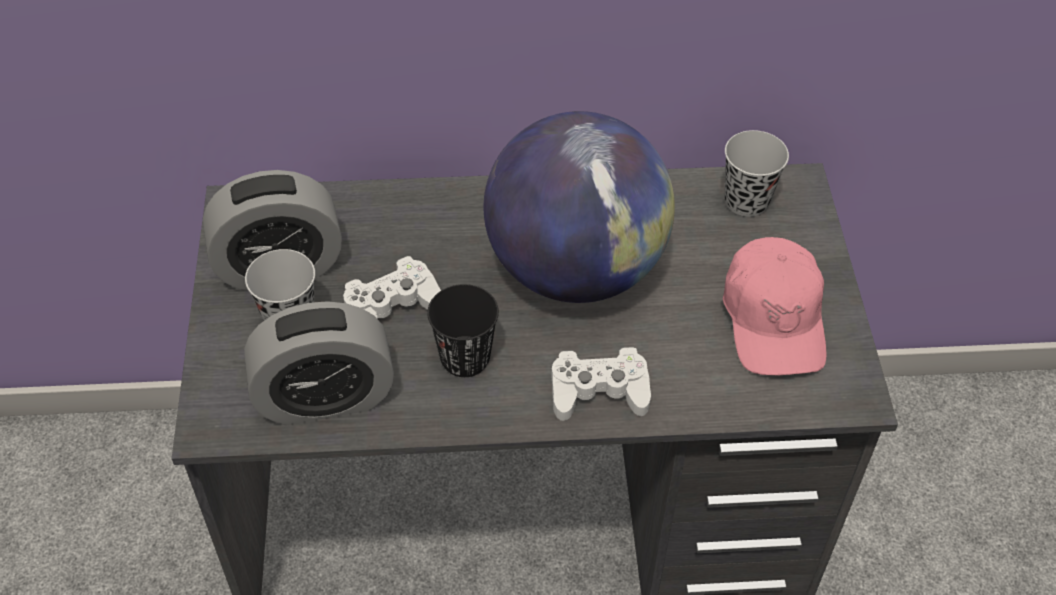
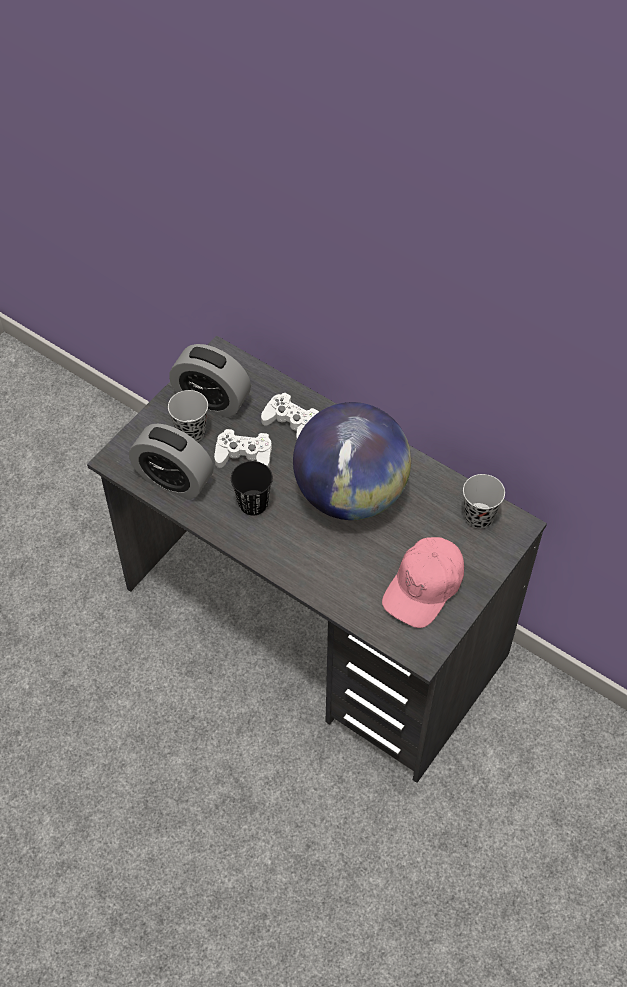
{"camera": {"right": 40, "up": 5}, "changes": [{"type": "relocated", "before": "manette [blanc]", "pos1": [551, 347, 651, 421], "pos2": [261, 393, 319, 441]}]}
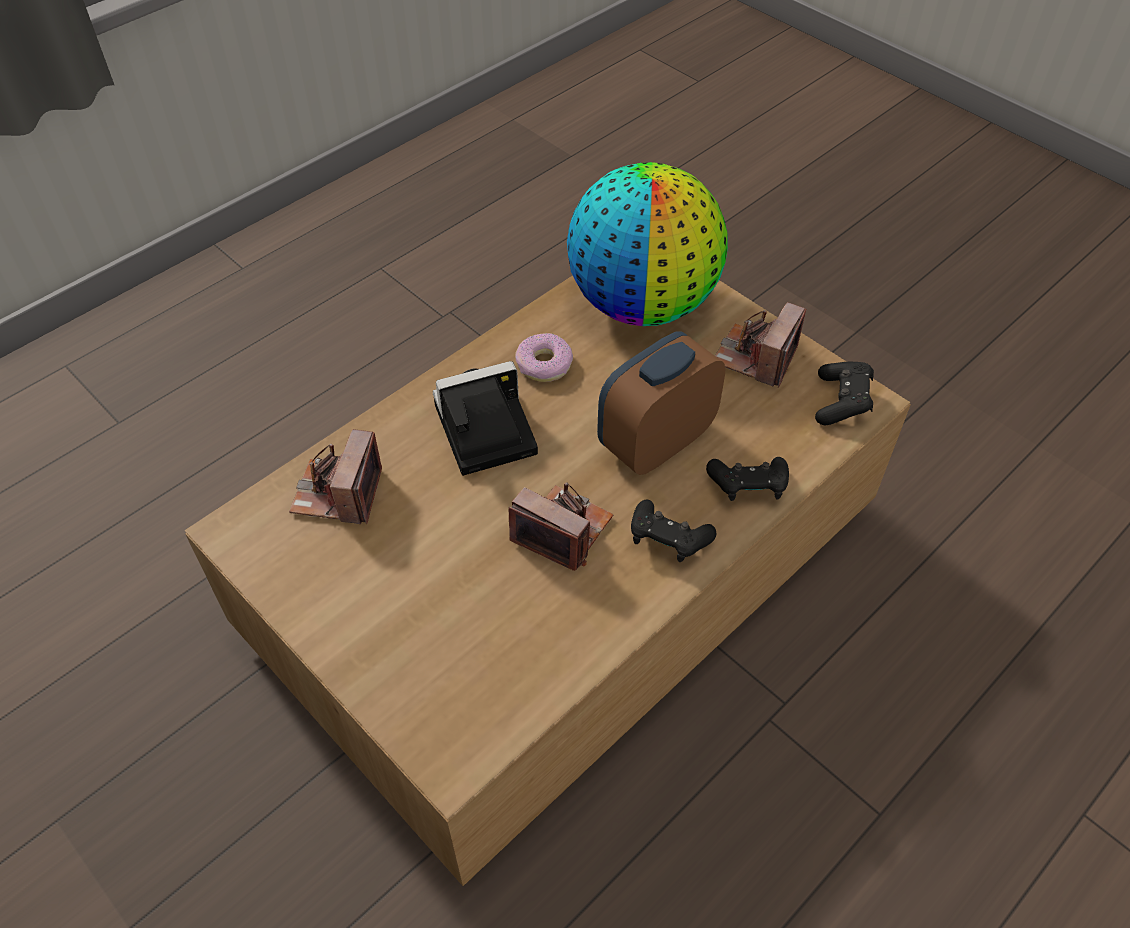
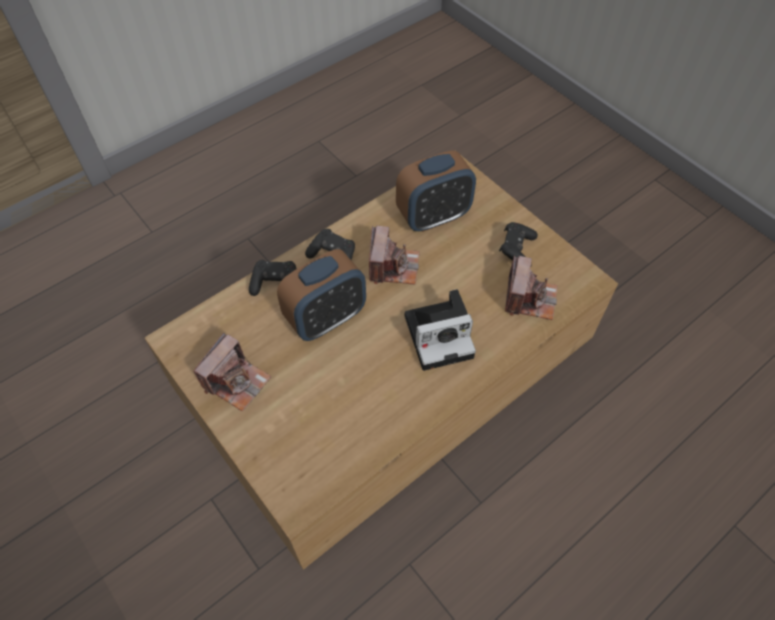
{"camera": {"right": -175, "up": 5}, "changes": [{"type": "spun", "before": "appareil photo", "pos1": [508, 482, 614, 571], "pos2": [369, 226, 420, 285], "turn": -120}, {"type": "missing", "before": "beignet", "pos1": [515, 333, 573, 382]}, {"type": "missing", "before": "globe", "pos1": [567, 162, 728, 326]}, {"type": "relocated", "before": "manette [noir]", "pos1": [815, 362, 874, 425], "pos2": [499, 222, 538, 268]}, {"type": "appeared", "after": "réveil", "pos2": [396, 150, 476, 232]}]}
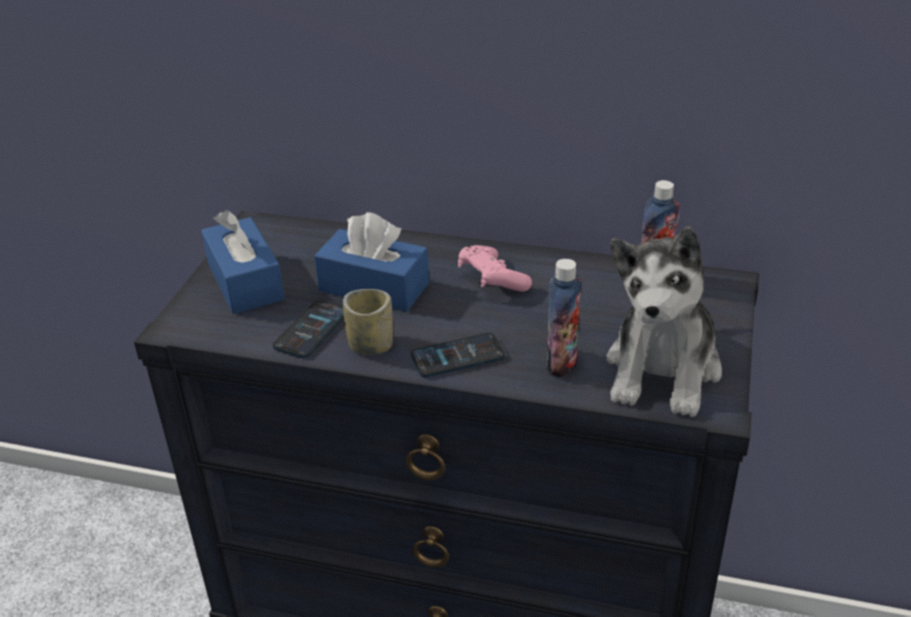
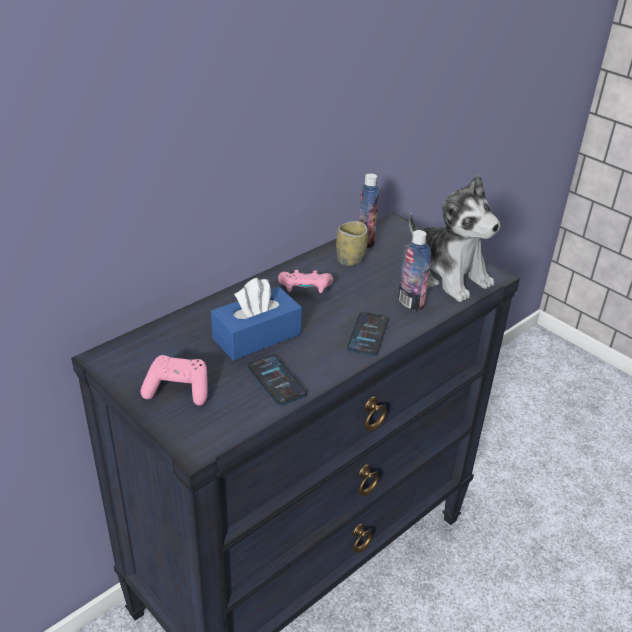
{"camera": {"right": -60, "up": 0}, "changes": [{"type": "exchanged", "before": "boîte à mouchoirs [bleu]", "after": "manette [rose]", "pos1": [201, 210, 285, 314], "pos2": [141, 355, 208, 406]}, {"type": "relocated", "before": "tasse", "pos1": [343, 289, 393, 354], "pos2": [336, 221, 368, 266]}]}
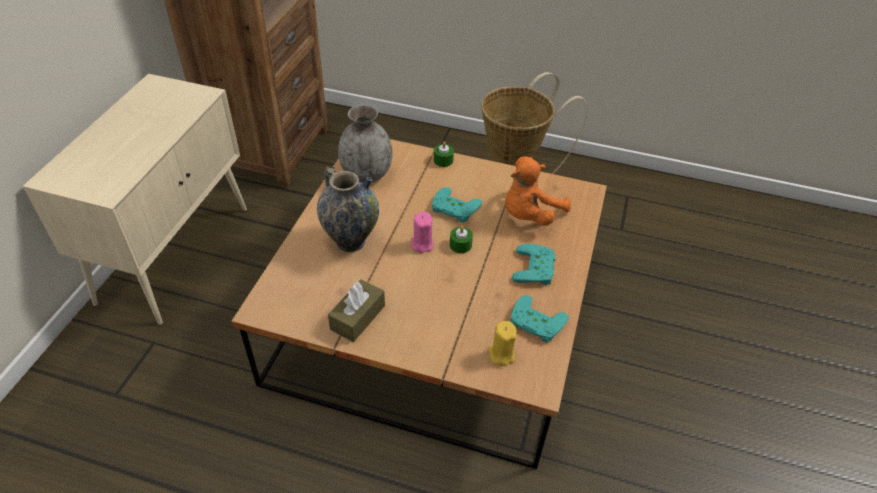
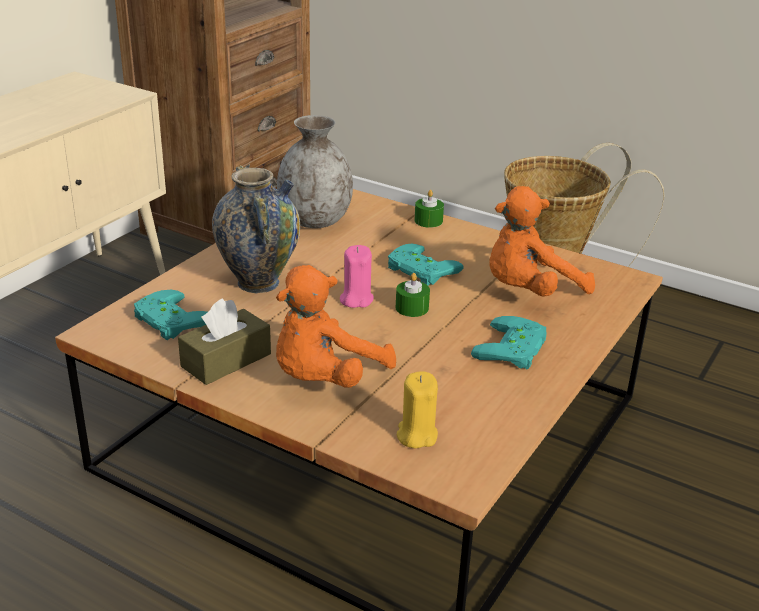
{"camera": {"right": 15, "up": -15}, "changes": [{"type": "relocated", "before": "manette [turquoise]", "pos1": [510, 295, 569, 343], "pos2": [134, 290, 207, 340]}, {"type": "appeared", "after": "peluche [orange]", "pos2": [276, 265, 396, 388]}]}
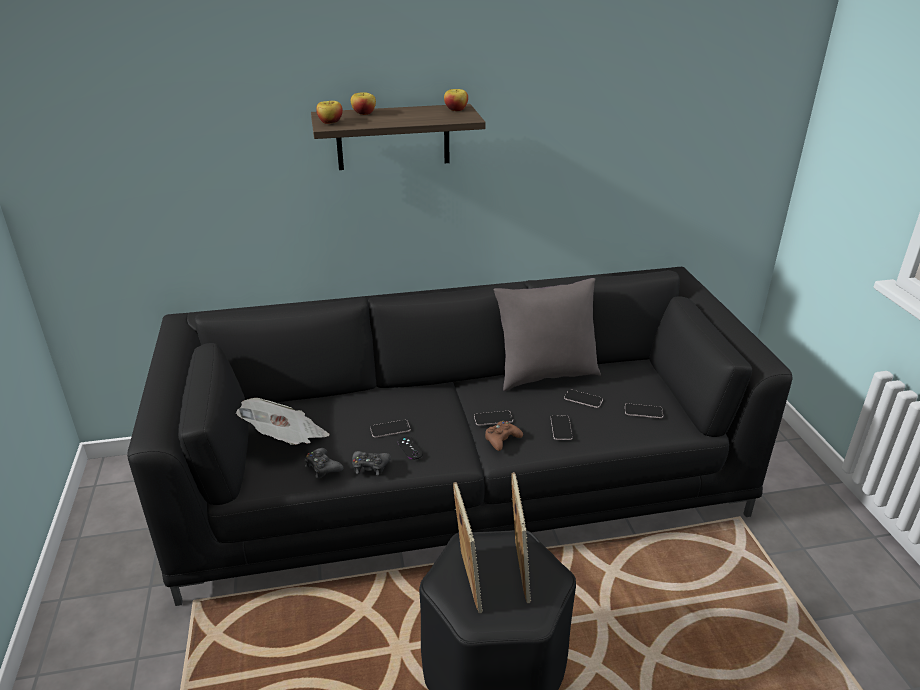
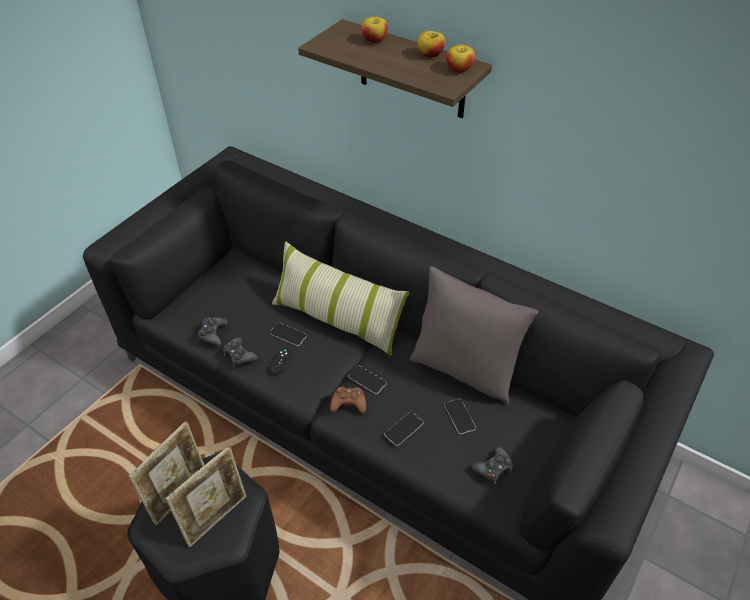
{"camera": {"right": 45, "up": 15}, "changes": [{"type": "missing", "before": "journal", "pos1": [236, 398, 329, 445]}, {"type": "relocated", "before": "pomme", "pos1": [316, 101, 343, 124], "pos2": [417, 31, 445, 57]}, {"type": "exchanged", "before": "téléphone", "after": "manette [noir]", "pos1": [625, 403, 663, 418], "pos2": [472, 447, 513, 484]}, {"type": "appeared", "after": "coussin", "pos2": [272, 242, 409, 356]}]}
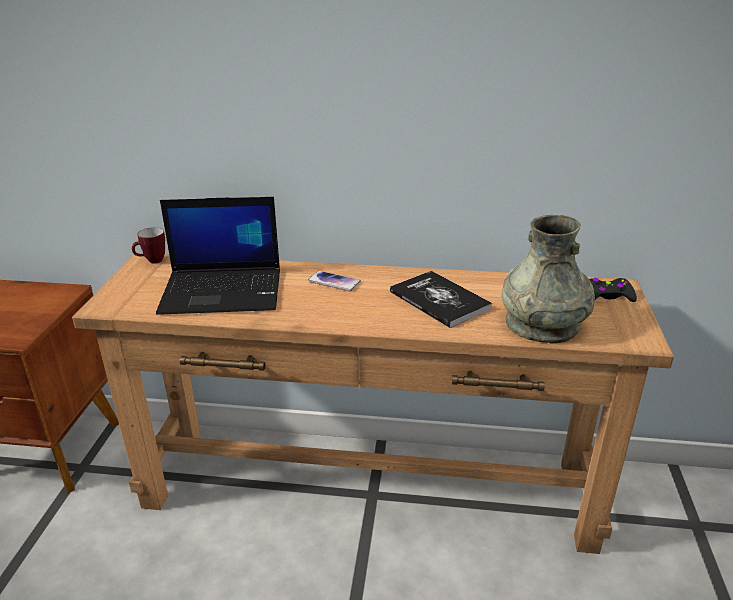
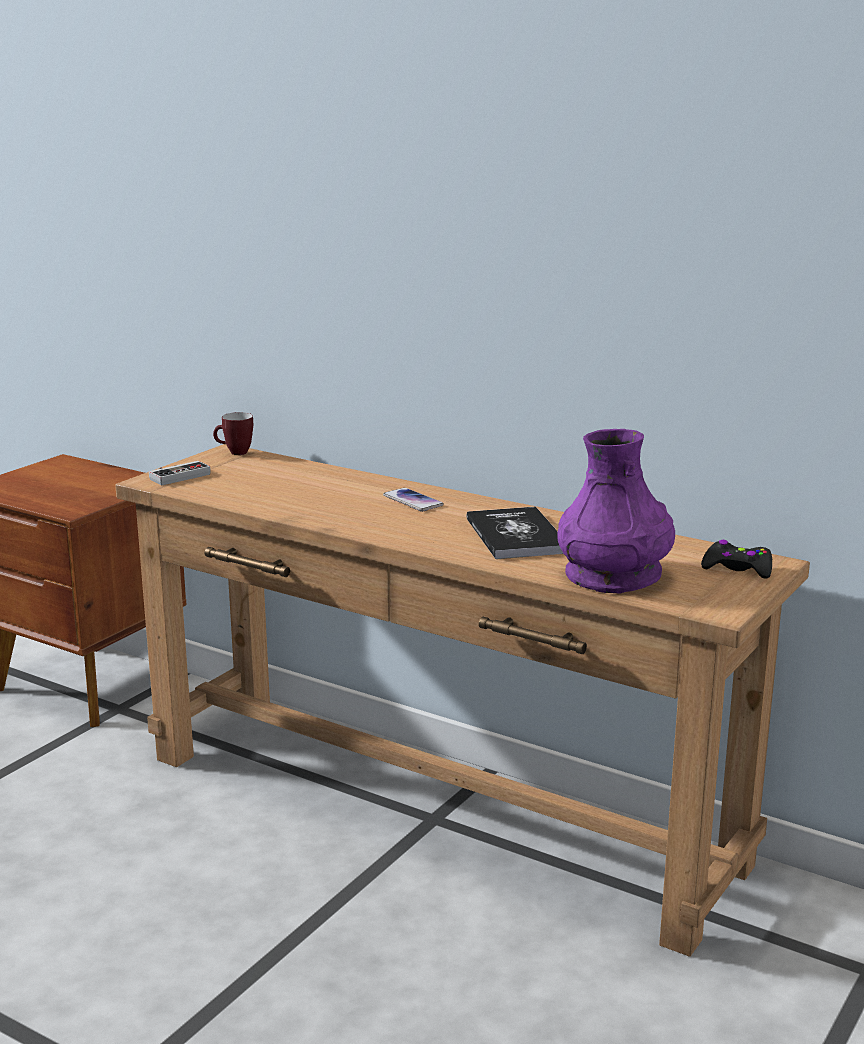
{"camera": {"right": 25, "up": -10}, "changes": [{"type": "missing", "before": "ordinateur portable", "pos1": [156, 197, 280, 315]}, {"type": "colour", "before": "vase [gris]", "after": "vase [violet]", "pos1": [502, 215, 595, 343], "pos2": [557, 429, 675, 594]}, {"type": "appeared", "after": "manette", "pos2": [149, 461, 211, 485]}]}
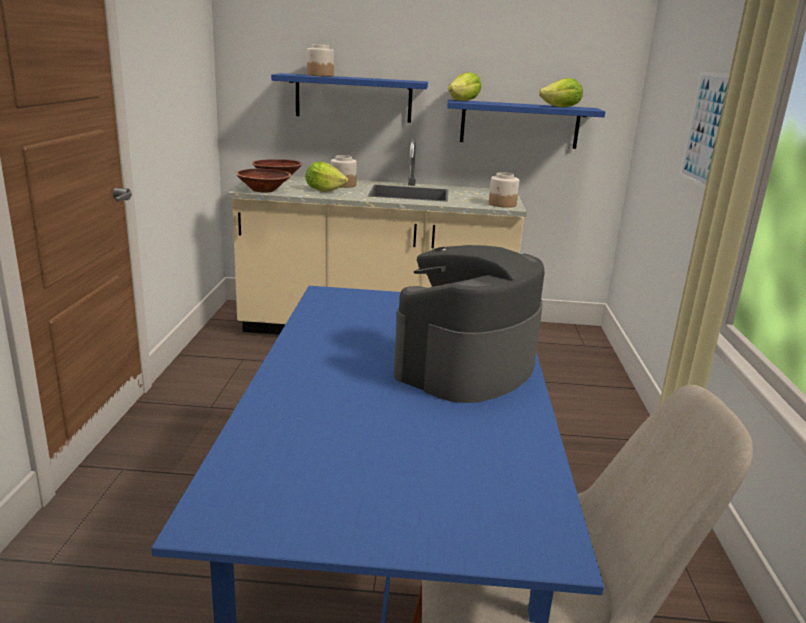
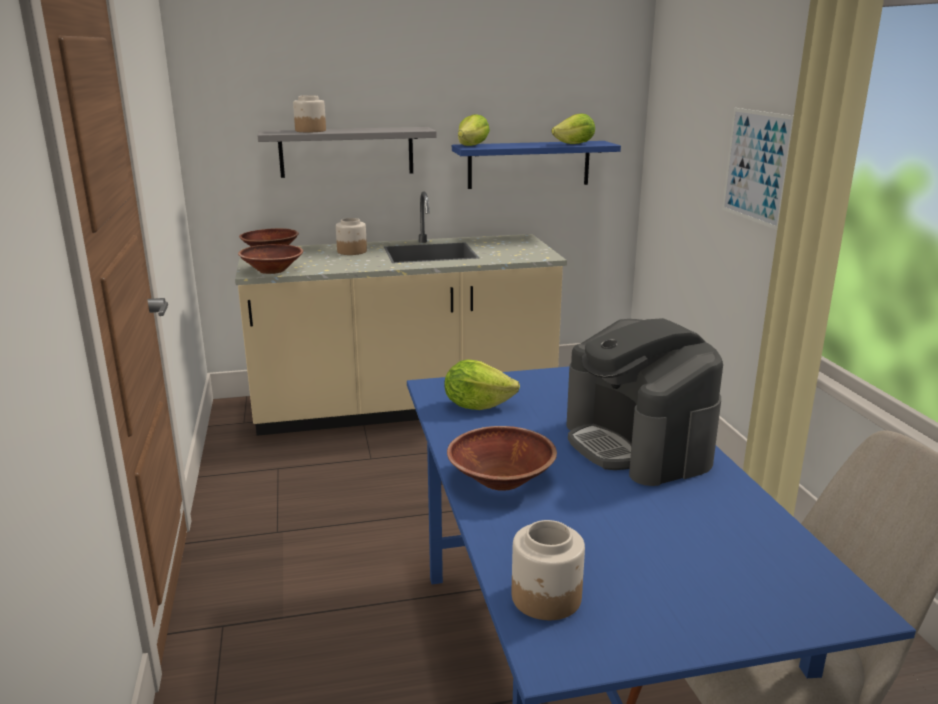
{"camera": {"right": -15, "up": 0}, "changes": [{"type": "colour", "before": "étagère [bleu]", "after": "étagère [gris]", "pos1": [271, 73, 428, 123], "pos2": [258, 127, 437, 178]}, {"type": "relocated", "before": "laitue", "pos1": [305, 162, 348, 192], "pos2": [445, 359, 520, 410]}, {"type": "spun", "before": "machine à café", "pos1": [394, 245, 545, 403], "pos2": [566, 318, 723, 486], "turn": -45}, {"type": "relocated", "before": "bocal", "pos1": [489, 172, 519, 208], "pos2": [512, 520, 585, 620]}, {"type": "appeared", "after": "bol [marron]", "pos2": [447, 426, 557, 491]}]}
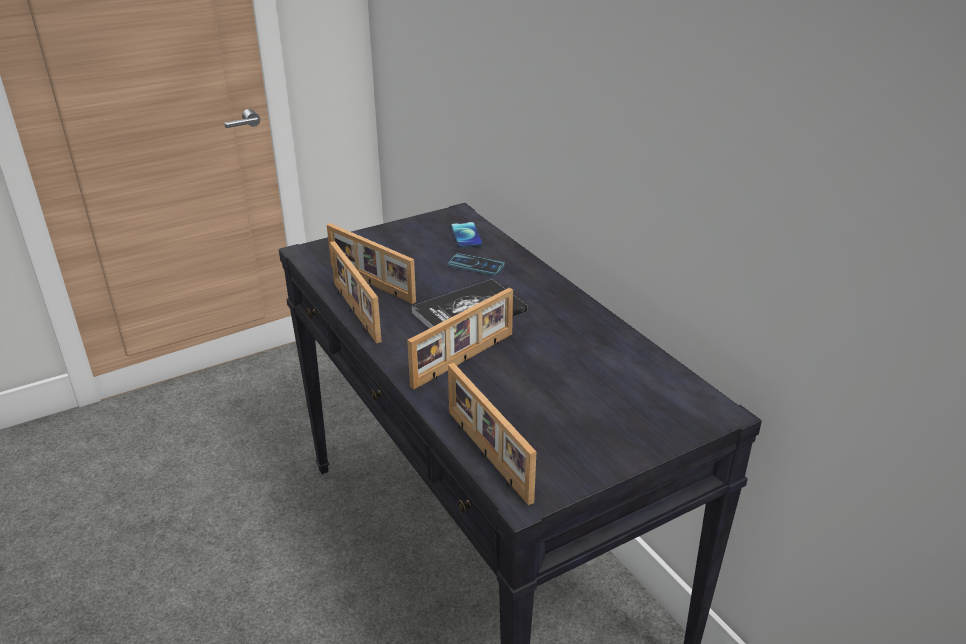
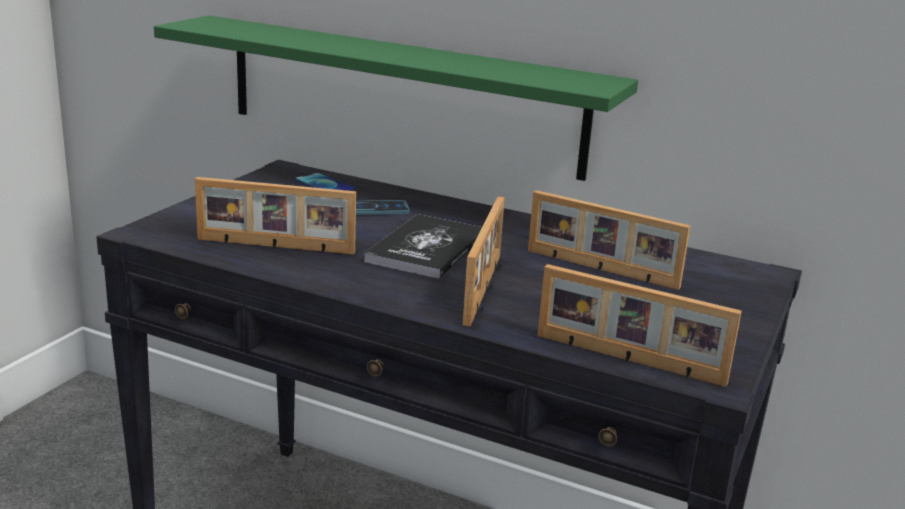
{"camera": {"right": -35, "up": -10}, "changes": [{"type": "relocated", "before": "cadre photo", "pos1": [330, 241, 382, 343], "pos2": [528, 190, 690, 290]}, {"type": "appeared", "after": "étagère [vert]", "pos2": [154, 15, 638, 181]}]}
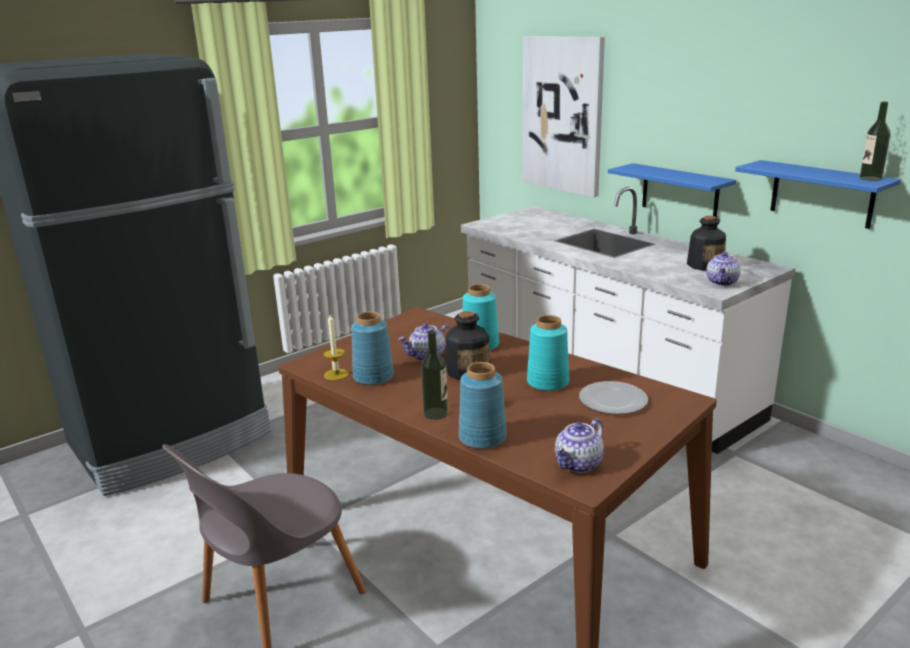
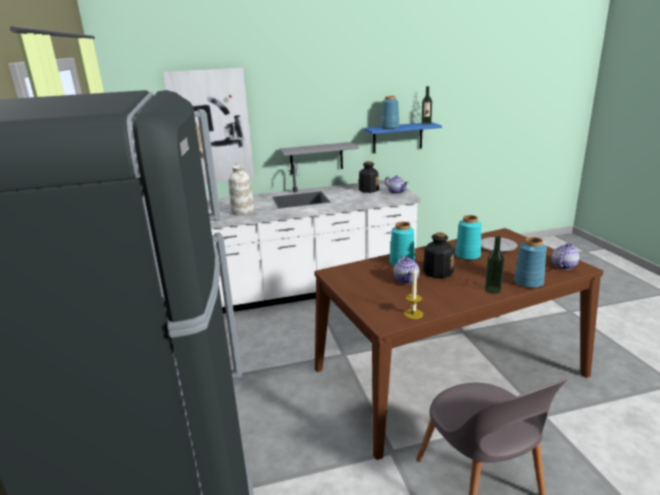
{"camera": {"right": -65, "up": 0}, "changes": [{"type": "relocated", "before": "vase [bleu]", "pos1": [351, 311, 394, 385], "pos2": [381, 96, 399, 129]}, {"type": "spun", "before": "théière", "pos1": [554, 418, 604, 473], "pos2": [551, 243, 579, 270], "turn": -120}, {"type": "colour", "before": "étagère [bleu]", "after": "étagère [gris]", "pos1": [608, 163, 736, 217], "pos2": [279, 142, 359, 174]}, {"type": "appeared", "after": "vase [blanc]", "pos2": [229, 163, 255, 216]}]}
